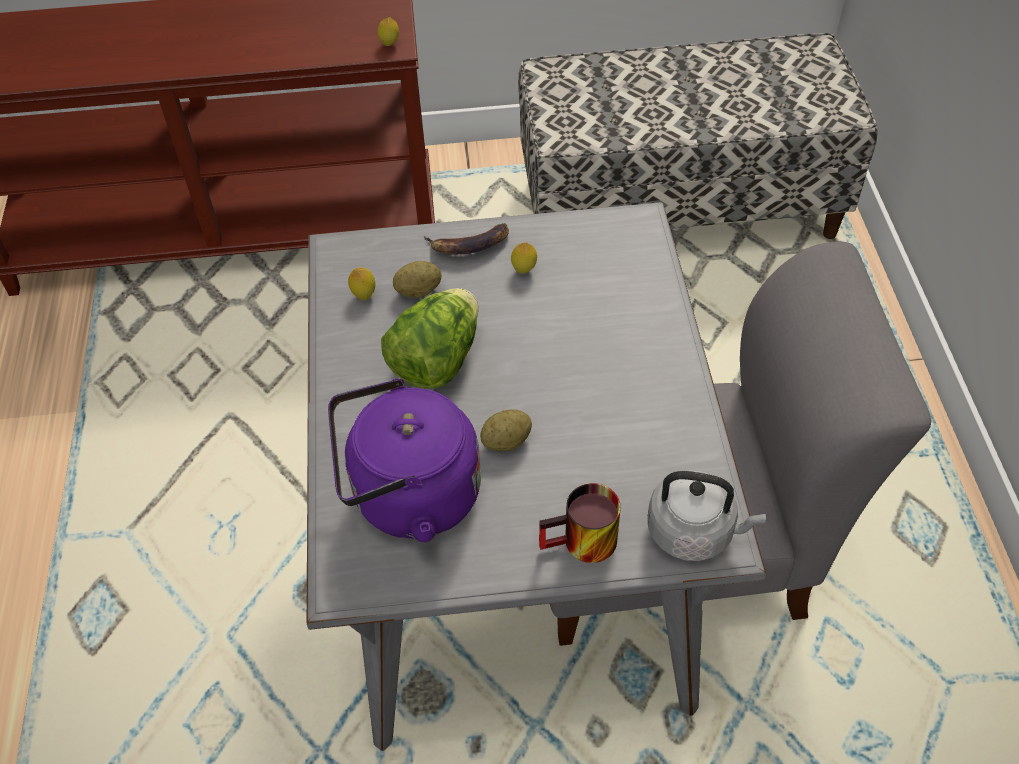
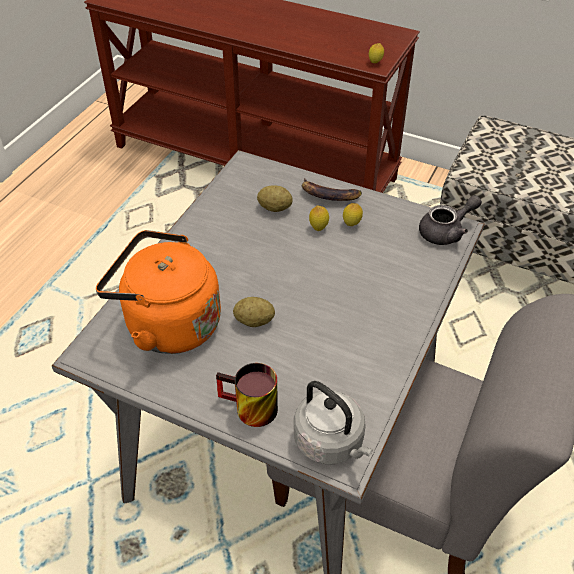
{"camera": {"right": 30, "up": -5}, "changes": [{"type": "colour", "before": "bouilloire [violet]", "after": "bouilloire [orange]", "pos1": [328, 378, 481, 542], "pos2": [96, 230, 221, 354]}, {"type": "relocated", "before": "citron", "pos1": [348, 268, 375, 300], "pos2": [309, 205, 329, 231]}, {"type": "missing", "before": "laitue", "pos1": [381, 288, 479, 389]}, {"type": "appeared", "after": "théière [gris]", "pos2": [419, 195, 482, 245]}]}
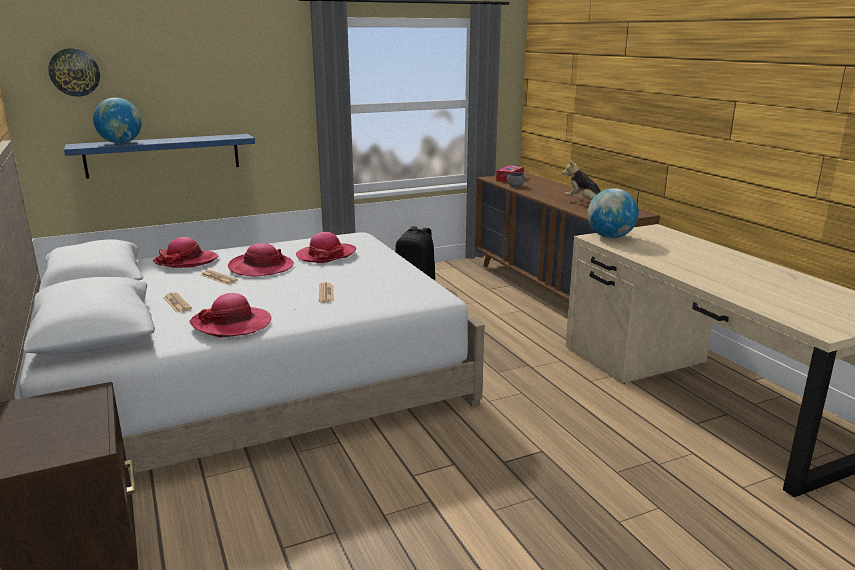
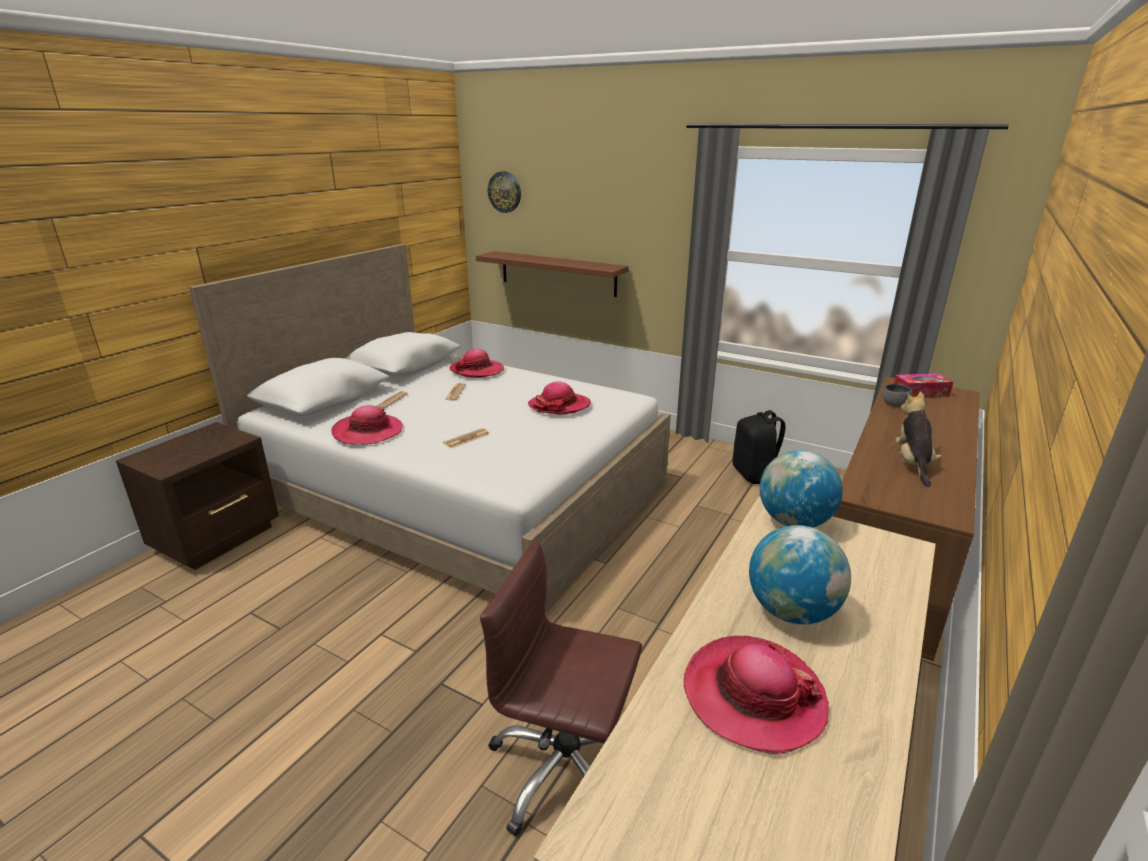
{"camera": {"right": 55, "up": 5}, "changes": [{"type": "colour", "before": "étagère [bleu]", "after": "étagère [marron]", "pos1": [64, 134, 255, 179], "pos2": [476, 251, 629, 297]}, {"type": "relocated", "before": "globe", "pos1": [93, 98, 142, 144], "pos2": [749, 525, 851, 624]}, {"type": "relocated", "before": "chapeau", "pos1": [228, 243, 294, 277], "pos2": [684, 636, 829, 755]}, {"type": "appeared", "after": "chaise de bureau [marron]", "pos2": [480, 540, 642, 837]}]}
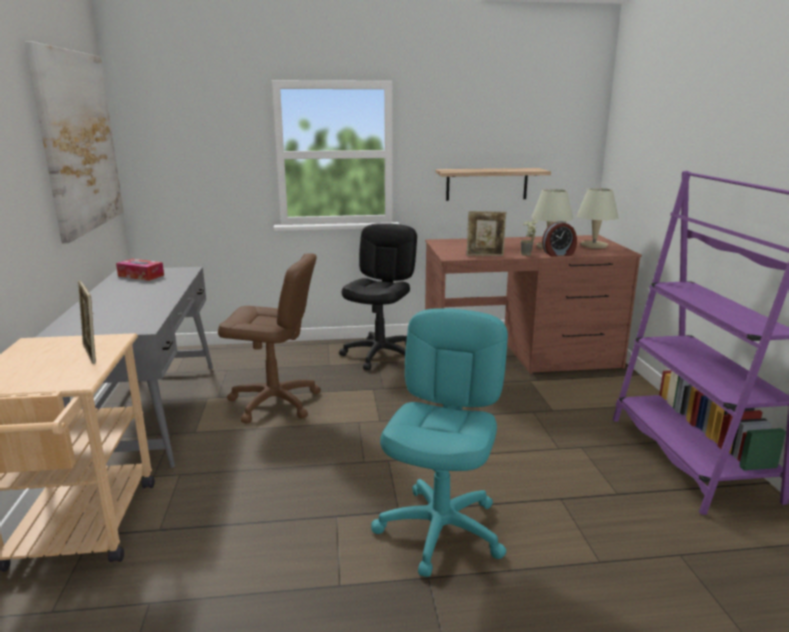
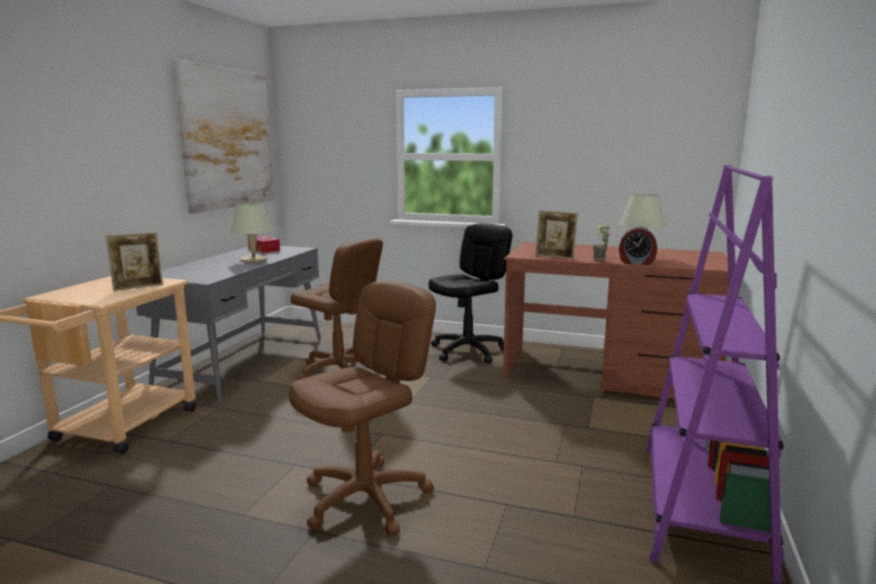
{"camera": {"right": 25, "up": -5}, "changes": [{"type": "spun", "before": "cadre photo", "pos1": [78, 280, 96, 364], "pos2": [106, 232, 163, 291], "turn": -120}, {"type": "colour", "before": "chaise de bureau [turquoise]", "after": "chaise de bureau [marron]", "pos1": [371, 308, 508, 577], "pos2": [289, 281, 436, 536]}, {"type": "missing", "before": "étagère", "pos1": [435, 168, 551, 201]}, {"type": "relocated", "before": "lampe de table [beige]", "pos1": [576, 188, 619, 248], "pos2": [231, 203, 273, 262]}]}
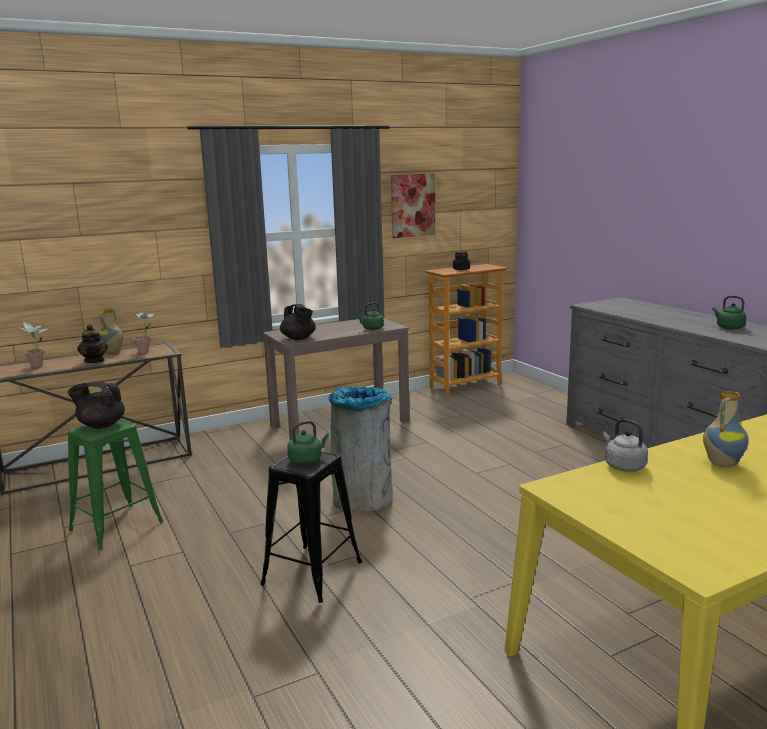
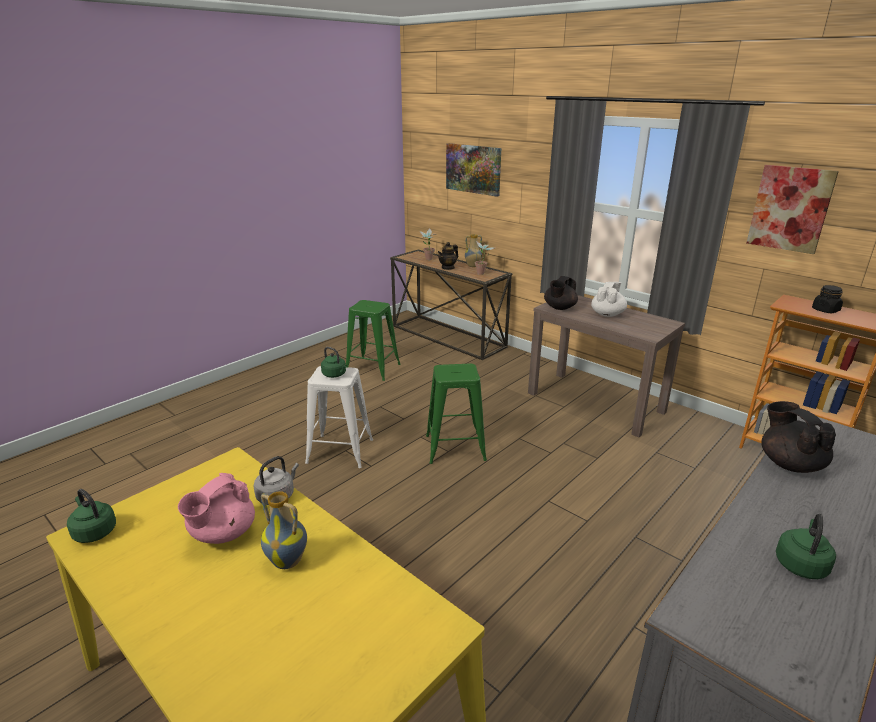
{"camera": {"right": 70, "up": 10}, "changes": [{"type": "relocated", "before": "théière [noir]", "pos1": [67, 382, 125, 429], "pos2": [762, 401, 836, 473]}, {"type": "colour", "before": "tabouret [noir]", "after": "tabouret [blanc]", "pos1": [260, 451, 362, 603], "pos2": [305, 366, 373, 468]}, {"type": "exchanged", "before": "poubelle [gris]", "after": "tabouret [vert]", "pos1": [328, 386, 393, 511], "pos2": [426, 363, 487, 464]}, {"type": "relocated", "before": "bouilloire [vert]", "pos1": [357, 302, 384, 330], "pos2": [67, 489, 116, 543]}, {"type": "appeared", "after": "théière [rose]", "pos2": [178, 473, 255, 544]}, {"type": "appeared", "after": "tableau", "pos2": [446, 143, 501, 197]}, {"type": "appeared", "after": "théière [blanc]", "pos2": [591, 282, 627, 317]}]}
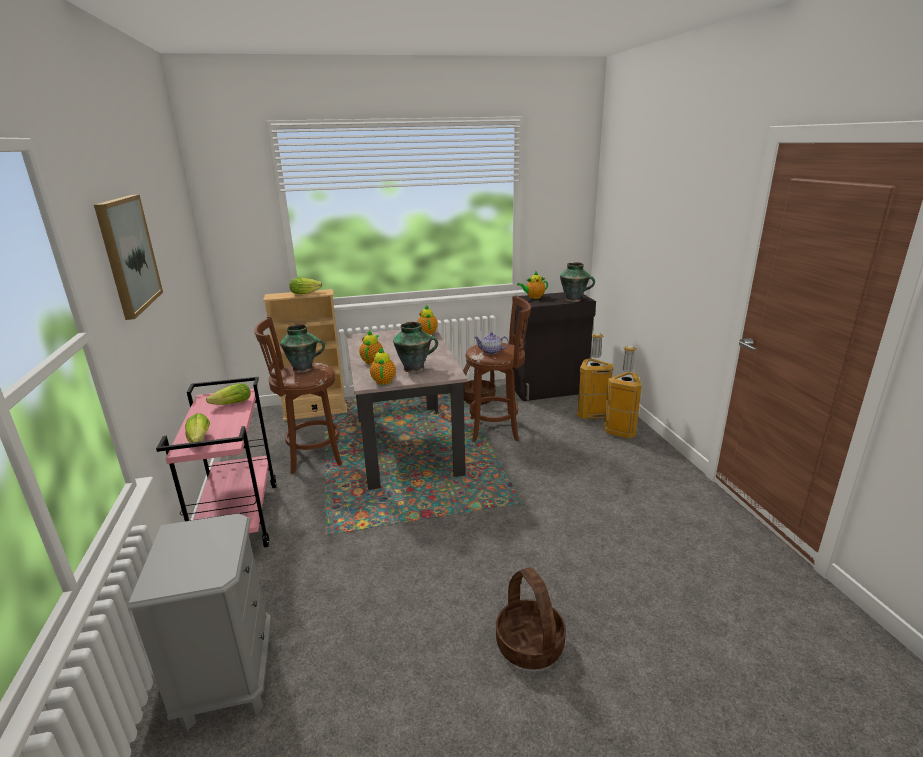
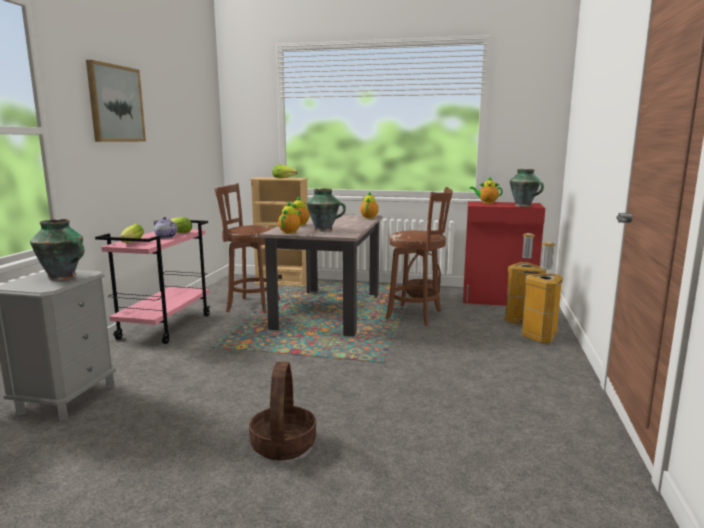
{"camera": {"right": 25, "up": -10}, "changes": [{"type": "relocated", "before": "vase", "pos1": [280, 324, 325, 373], "pos2": [30, 219, 84, 281]}, {"type": "relocated", "before": "théière", "pos1": [474, 332, 509, 355], "pos2": [154, 217, 177, 239]}, {"type": "colour", "before": "meuble de rangement [noir]", "after": "meuble de rangement [rouge]", "pos1": [512, 292, 596, 401], "pos2": [463, 201, 545, 306]}]}
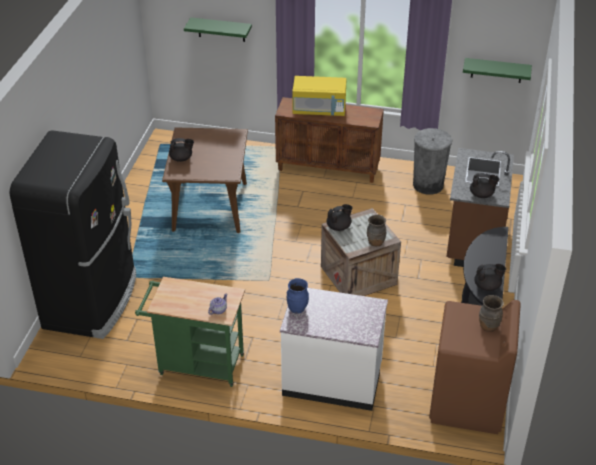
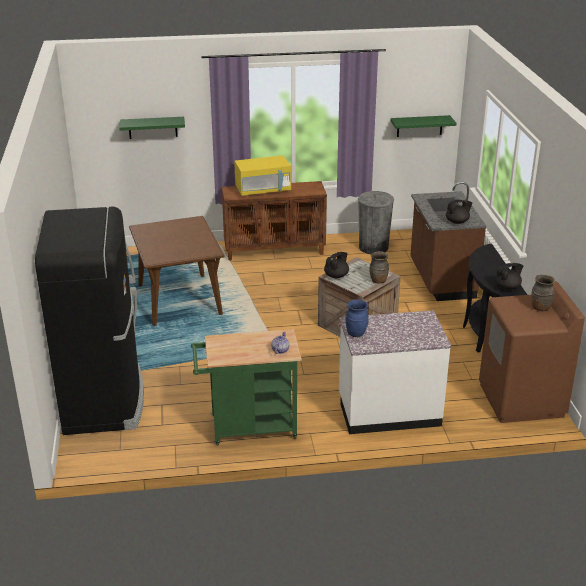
{"camera": {"right": -20, "up": -10}, "changes": [{"type": "missing", "before": "théière [noir]", "pos1": [169, 138, 194, 162]}]}
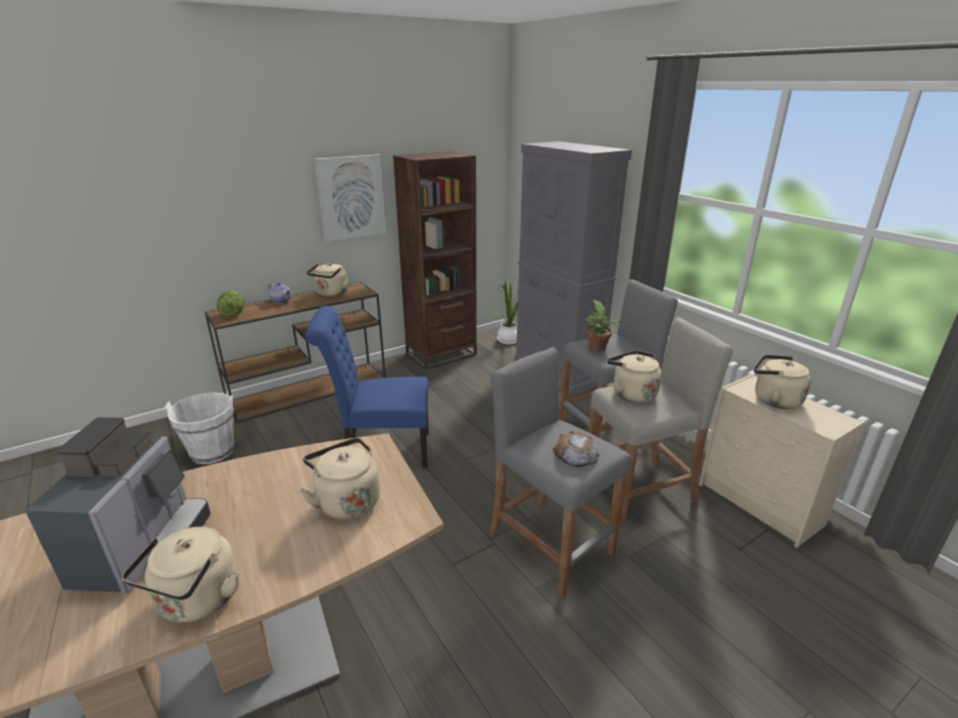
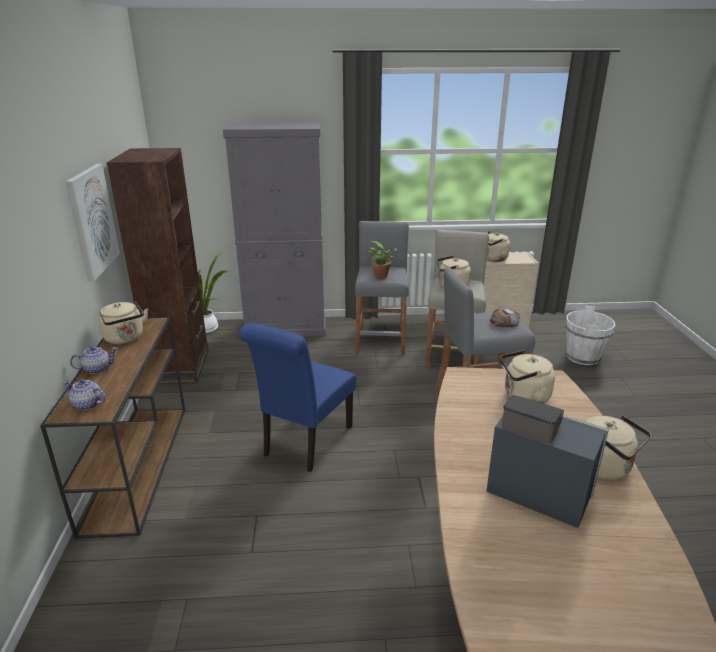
{"camera": {"right": -60, "up": 0}, "changes": [{"type": "relocated", "before": "seau [blanc]", "pos1": [165, 392, 235, 464], "pos2": [566, 306, 615, 365]}, {"type": "exchanged", "before": "laitue", "after": "théière", "pos1": [217, 291, 244, 317], "pos2": [63, 379, 106, 410]}]}
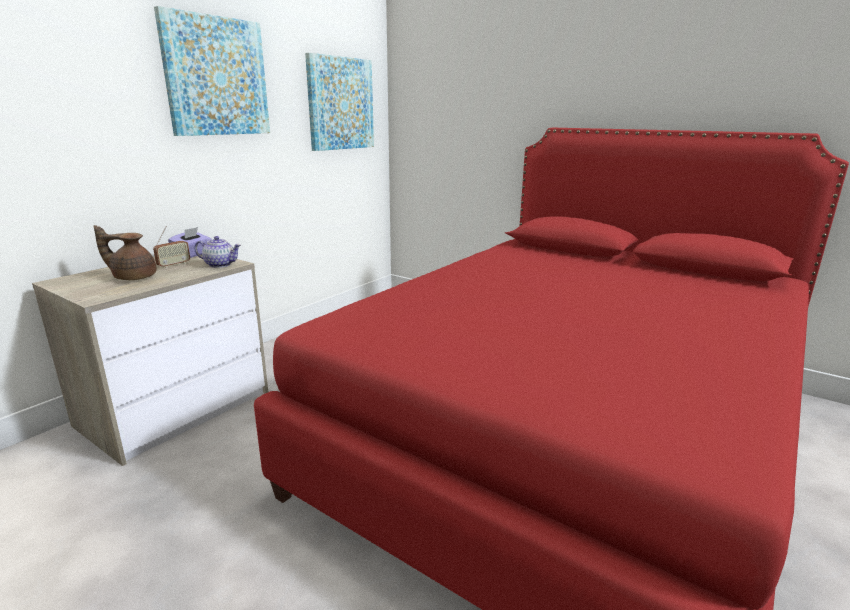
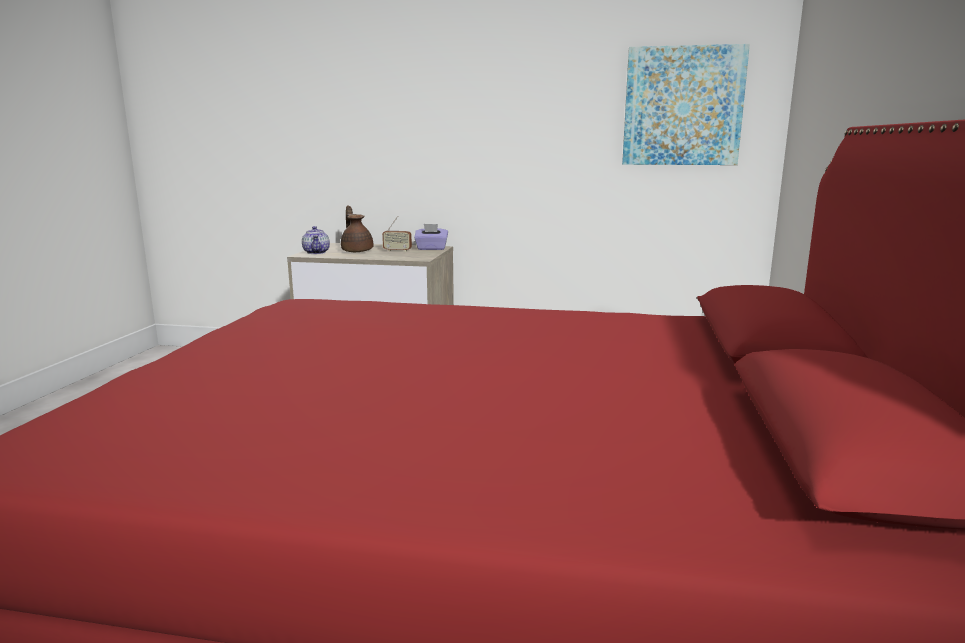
{"camera": {"right": 65, "up": -5}, "changes": [{"type": "missing", "before": "tableau", "pos1": [154, 6, 270, 136]}, {"type": "relocated", "before": "théière", "pos1": [194, 236, 241, 268], "pos2": [302, 226, 330, 254]}]}
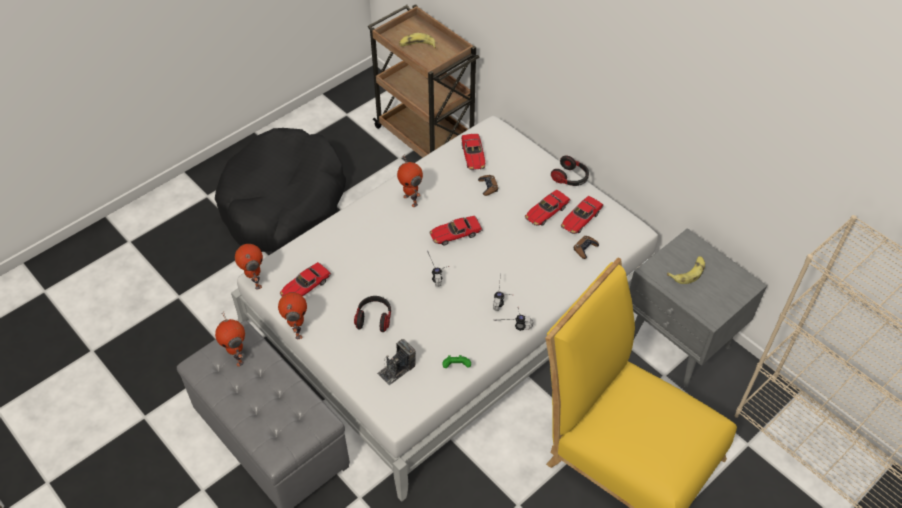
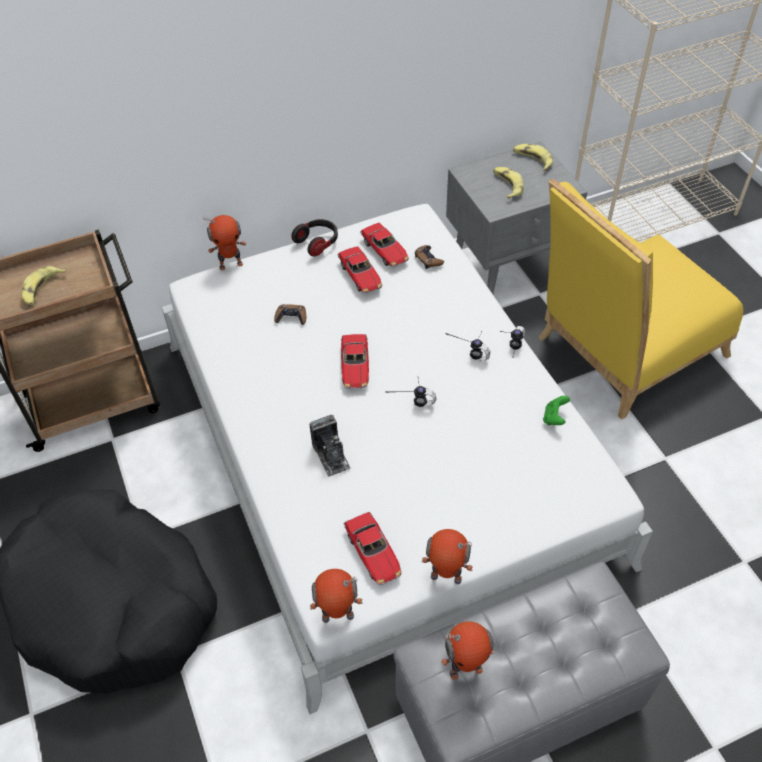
{"camera": {"right": -70, "up": 0}, "changes": [{"type": "missing", "before": "casque audio", "pos1": [354, 296, 391, 332]}, {"type": "relocated", "before": "appareil photo", "pos1": [377, 339, 416, 385], "pos2": [310, 415, 351, 477]}, {"type": "relocated", "before": "robot jouet", "pos1": [397, 154, 423, 207], "pos2": [204, 215, 246, 270]}, {"type": "missing", "before": "petite voiture", "pos1": [461, 134, 485, 170]}, {"type": "appeared", "after": "banane", "pos2": [513, 144, 553, 171]}]}
